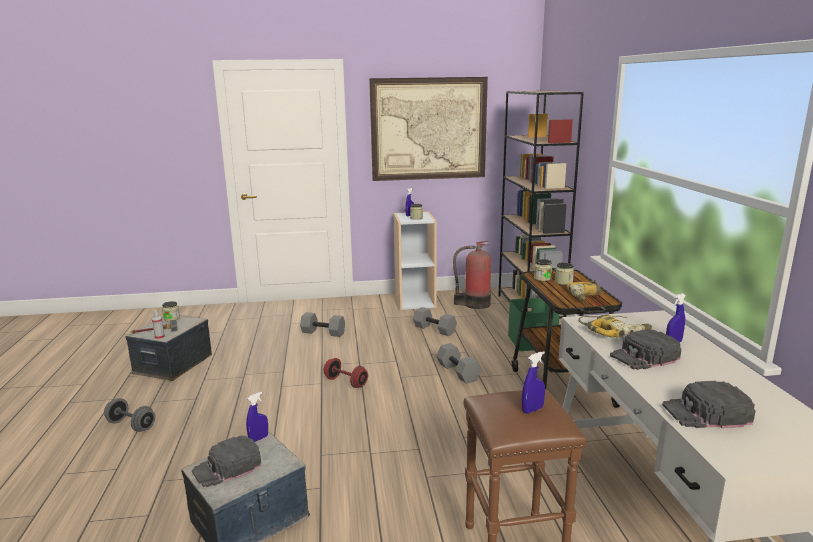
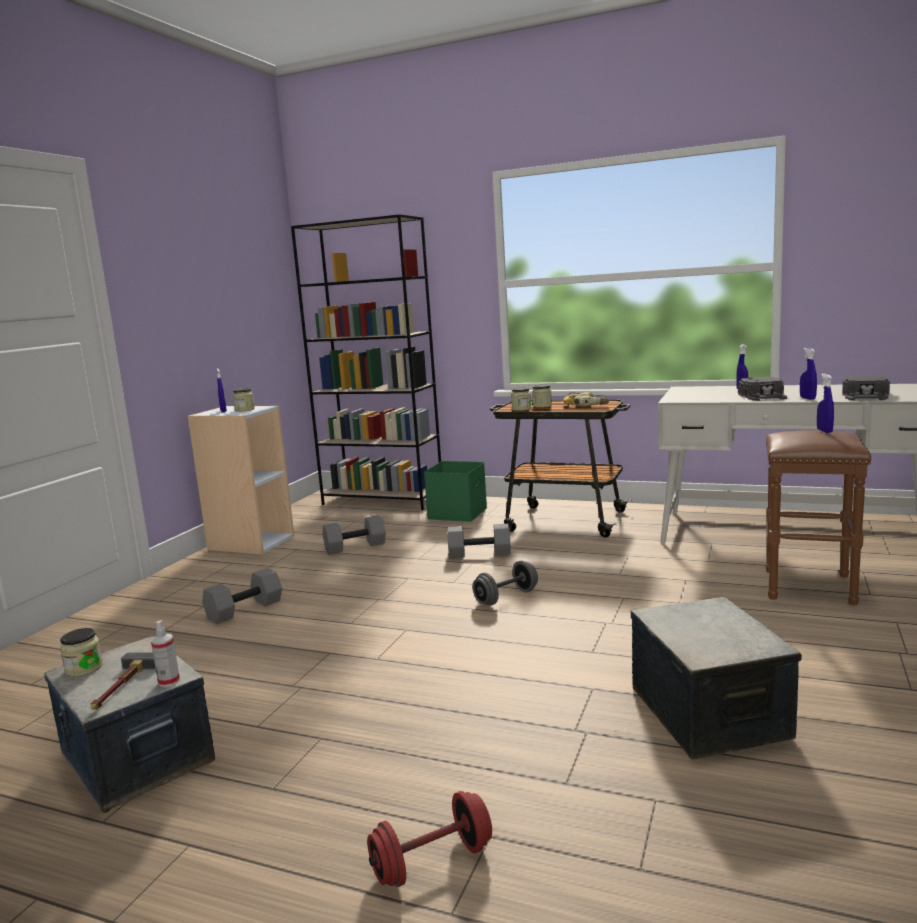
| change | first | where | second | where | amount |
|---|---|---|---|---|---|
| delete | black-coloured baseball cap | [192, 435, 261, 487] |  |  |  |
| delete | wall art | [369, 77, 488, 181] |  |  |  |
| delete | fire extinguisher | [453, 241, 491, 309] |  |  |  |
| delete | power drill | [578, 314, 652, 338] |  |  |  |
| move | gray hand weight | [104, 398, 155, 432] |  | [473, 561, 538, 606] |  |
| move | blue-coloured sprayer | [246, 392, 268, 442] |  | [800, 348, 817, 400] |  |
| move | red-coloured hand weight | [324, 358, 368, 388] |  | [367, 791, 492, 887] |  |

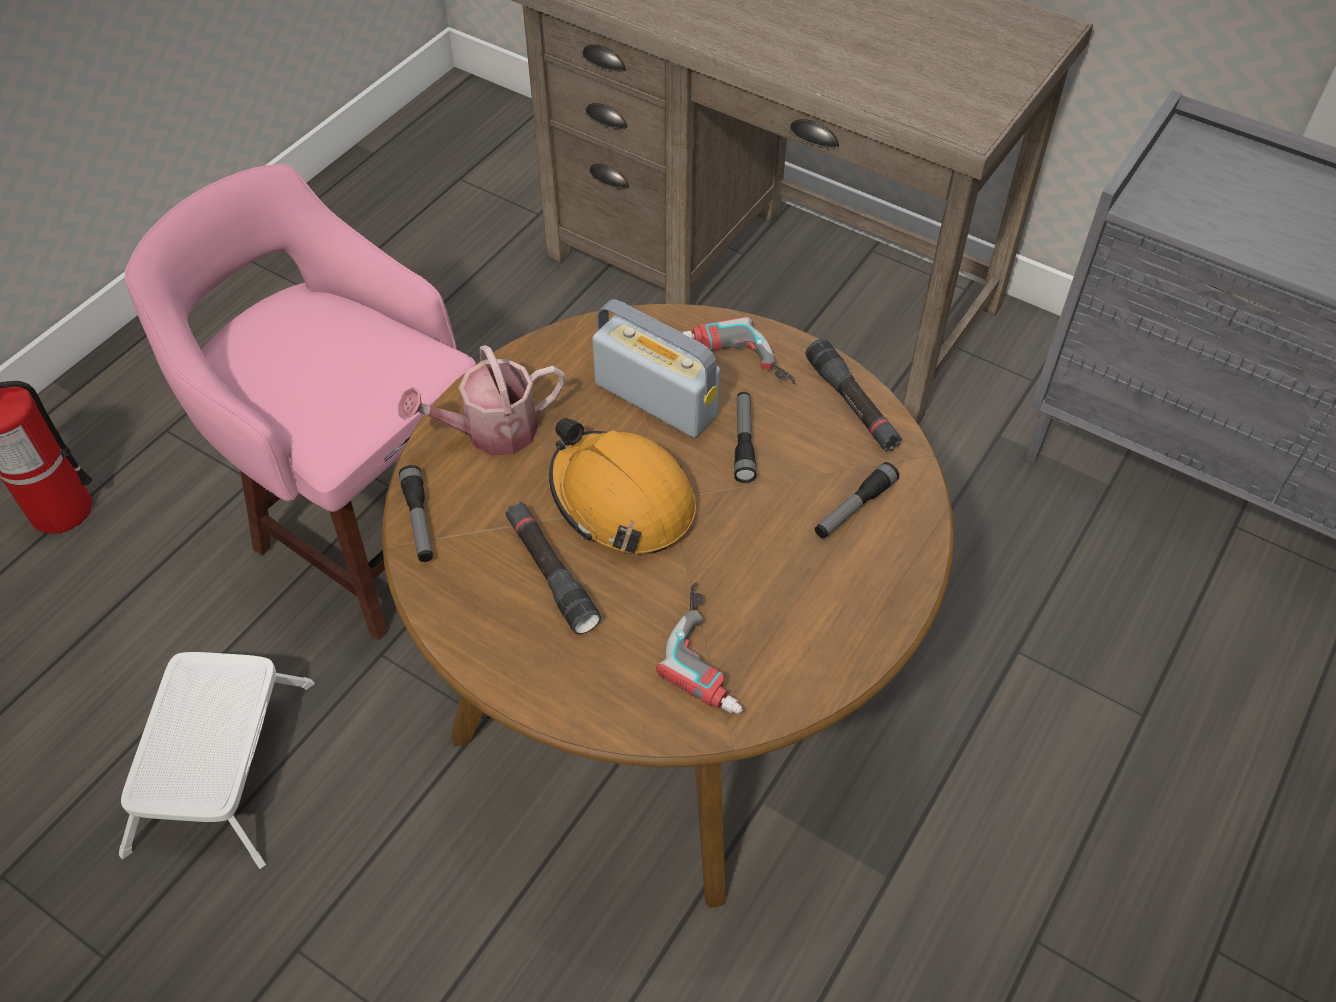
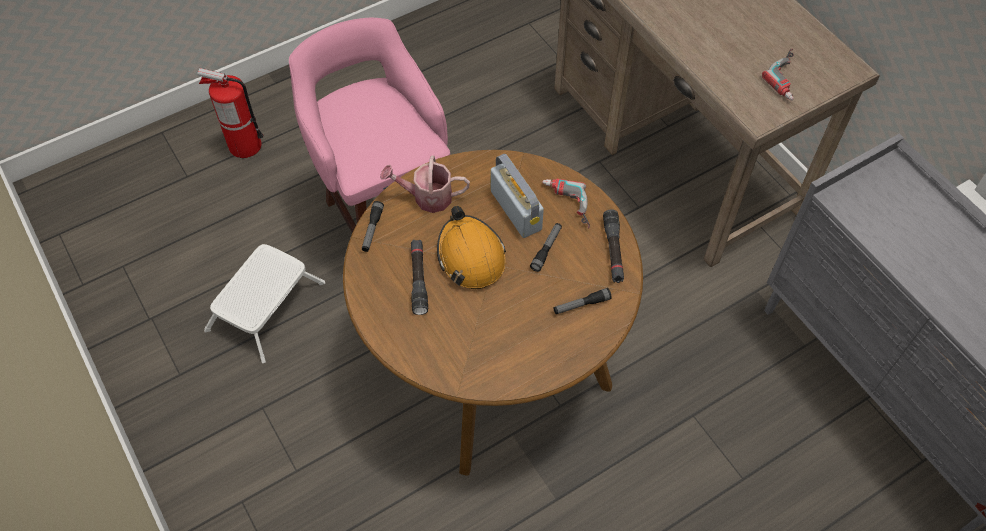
| change | first | where | second | where | amount |
|---|---|---|---|---|---|
| move | power drill | [656, 582, 743, 714] |  | [762, 49, 794, 100] |  |

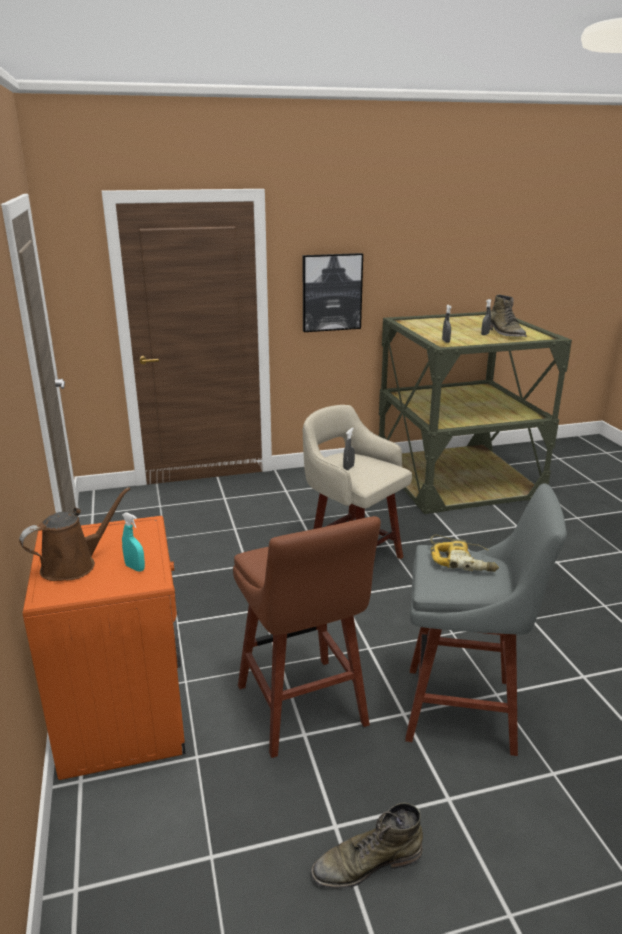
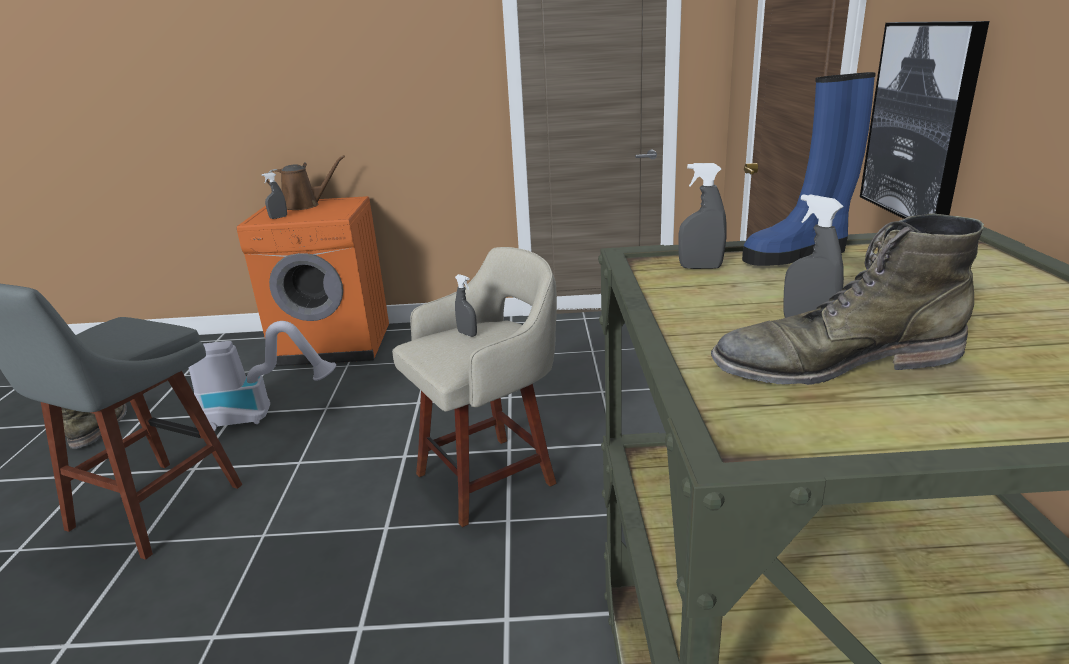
| change | first | where | second | where | amount |
|---|---|---|---|---|---|
| delete | power drill | [430, 535, 499, 572] |  |  |  |
| insert |  |  | blue-coloured tall boot | [742, 72, 876, 266] |  |
| replace | brownish sitting stool | [233, 516, 381, 758] | hoover | [188, 321, 336, 431] |  |
| recolor | blue-green sprayer | [122, 512, 145, 571] | gray sprayer | [261, 172, 287, 219] |  |
| rotate | brownish sprinkling can | [19, 487, 130, 581] |  | [266, 155, 345, 210] | 75 degrees counterclockwise |

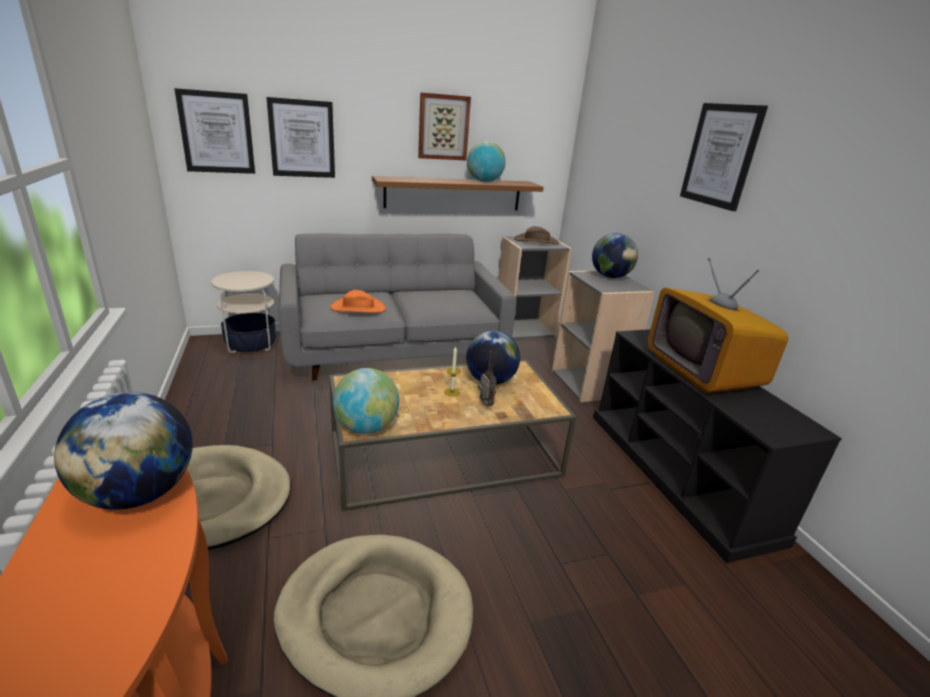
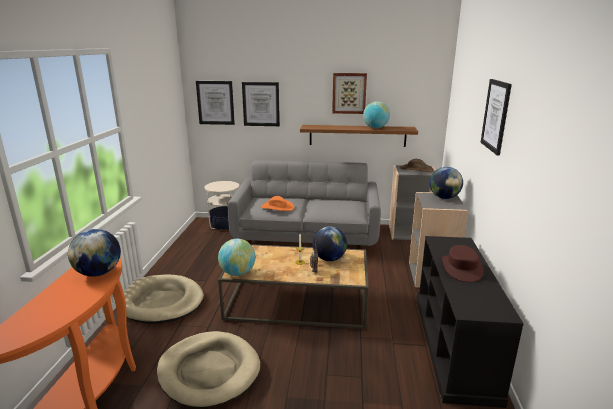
| change | first | where | second | where | amount |
|---|---|---|---|---|---|
| replace | television | [648, 258, 788, 394] | brownish clothing hat | [442, 245, 484, 282] |  |

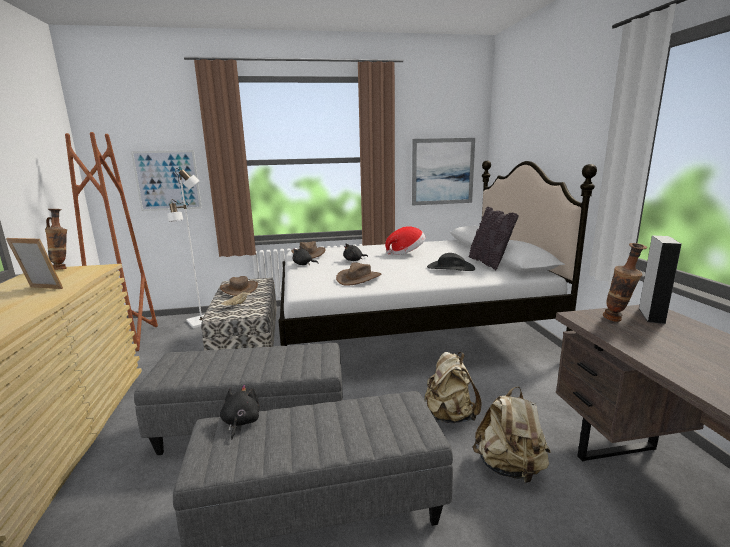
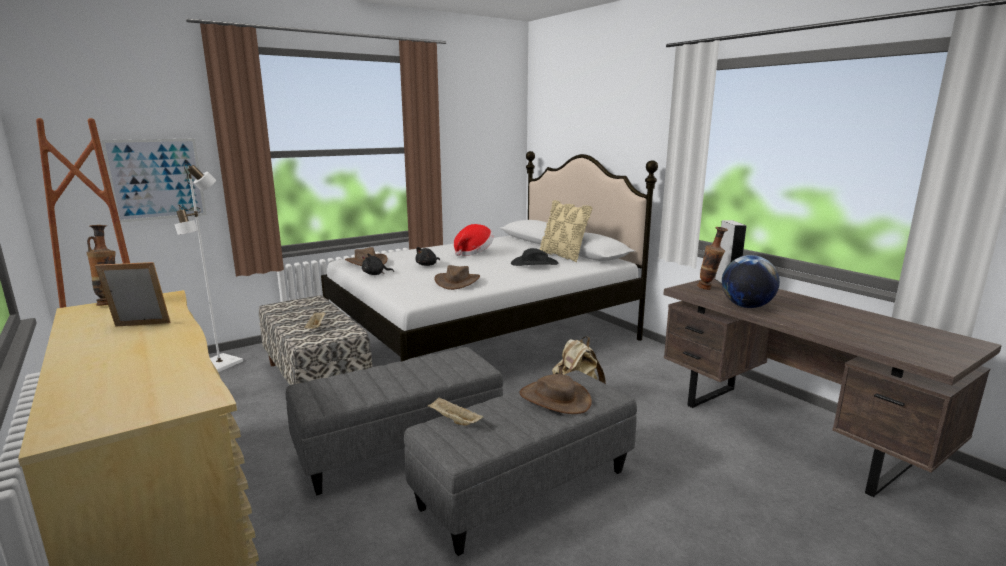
| change | first | where | second | where | amount |
|---|---|---|---|---|---|
| delete | wall art | [412, 138, 475, 206] |  |  |  |
| delete | sand-coloured backpack | [472, 387, 551, 484] |  |  |  |
| insert |  |  | globe | [722, 255, 780, 308] |  |
| move | brownish clothing hat | [220, 276, 258, 296] |  | [519, 374, 592, 414] |  |
| replace | black-coloured cuddly toy | [220, 385, 260, 440] | sand-coloured tray | [428, 397, 483, 426] |  |
| recolor | black-coloured cushion | [469, 207, 519, 271] | sand-coloured cushion | [540, 200, 593, 262] |  |

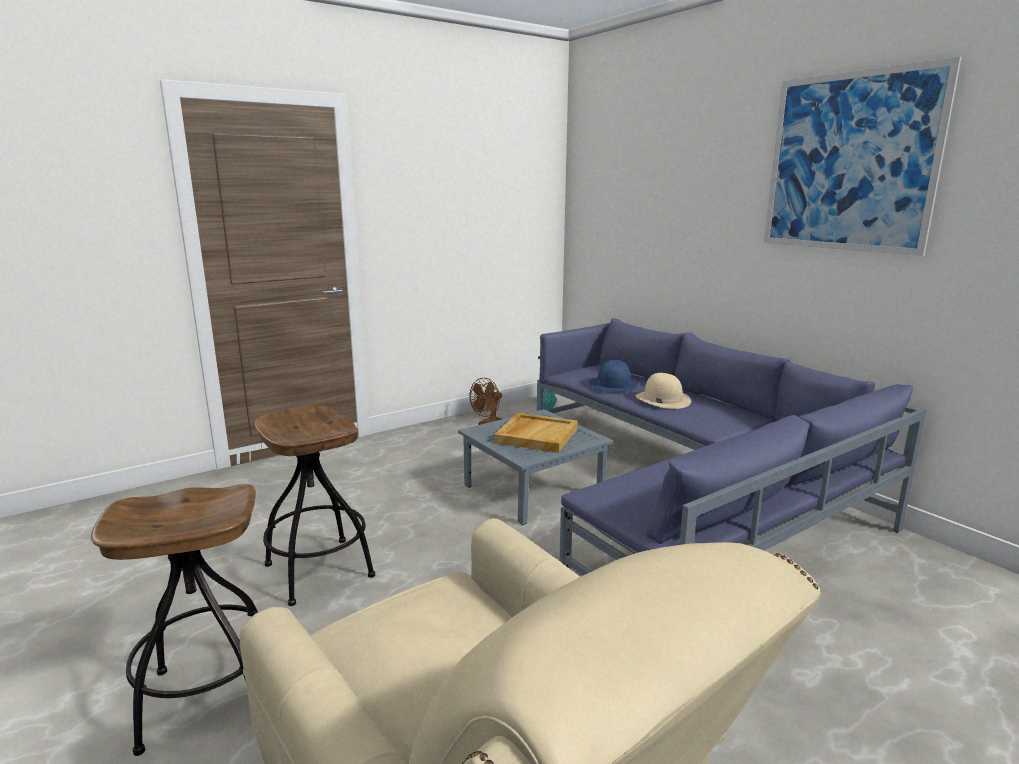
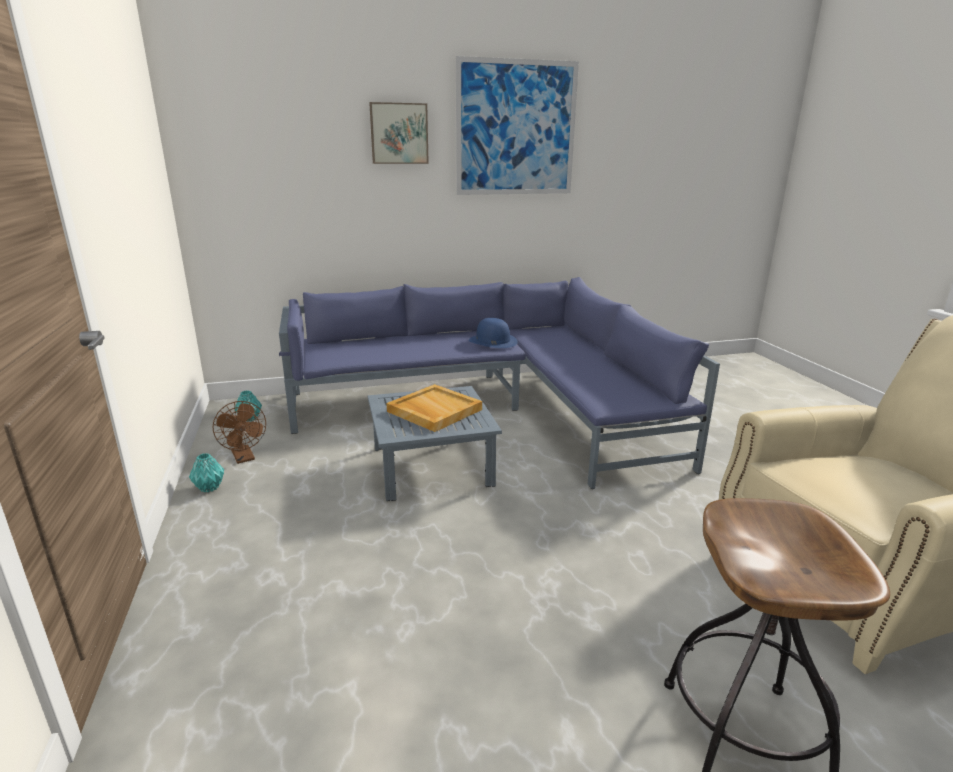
| change | first | where | second | where | amount |
|---|---|---|---|---|---|
| delete | brownish sitting stool | [255, 405, 375, 606] |  |  |  |
| delete | sand-coloured clothing hat | [636, 373, 691, 409] |  |  |  |
| insert |  |  | blue-green decorative vase | [189, 453, 224, 492] |  |
| insert |  |  | wall art | [369, 102, 429, 164] |  |
| move | blue-coloured clothing hat | [589, 360, 639, 393] |  | [469, 318, 518, 348] |  |

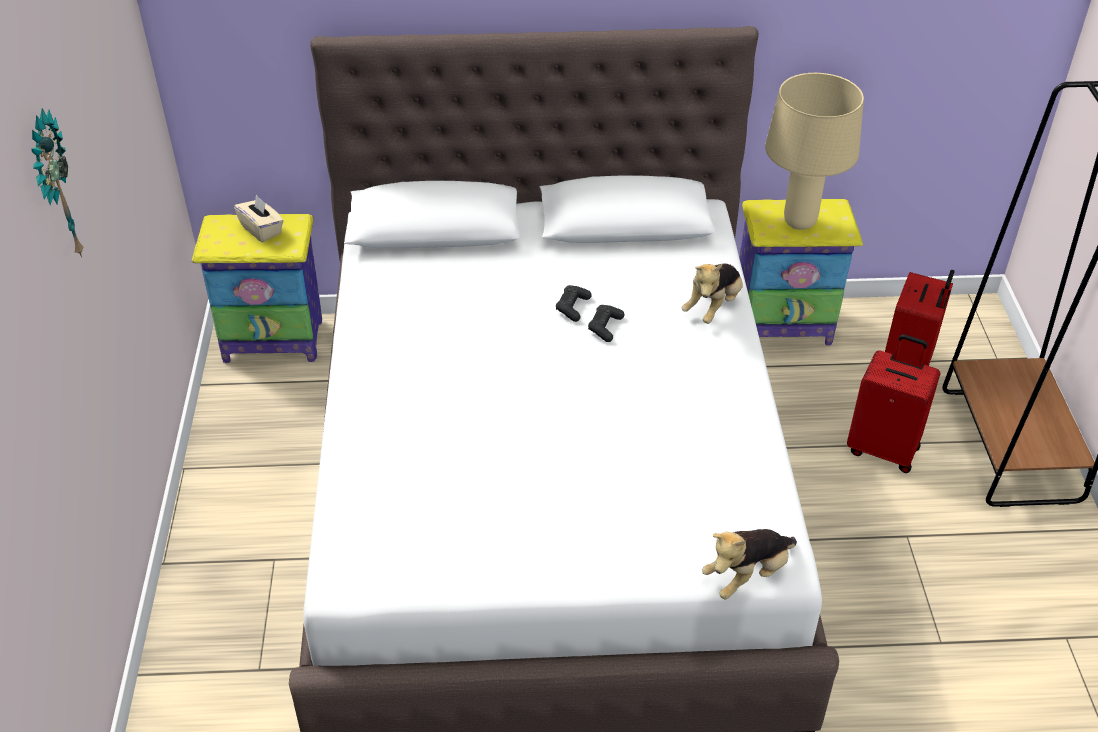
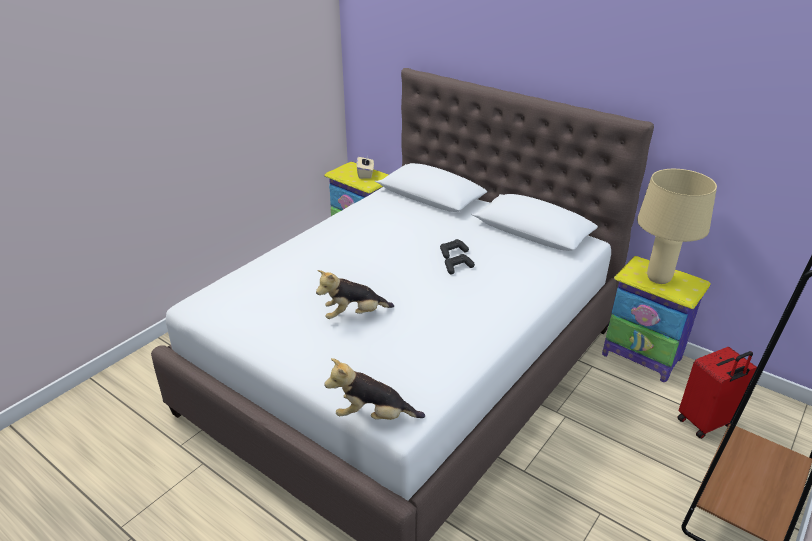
| change | first | where | second | where | amount |
|---|---|---|---|---|---|
| delete | hanging clock | [32, 108, 84, 258] |  |  |  |
| delete | red-coloured suitcase | [847, 334, 940, 473] |  |  |  |
| move | cuddly toy | [682, 263, 743, 324] |  | [316, 270, 394, 319] |  |

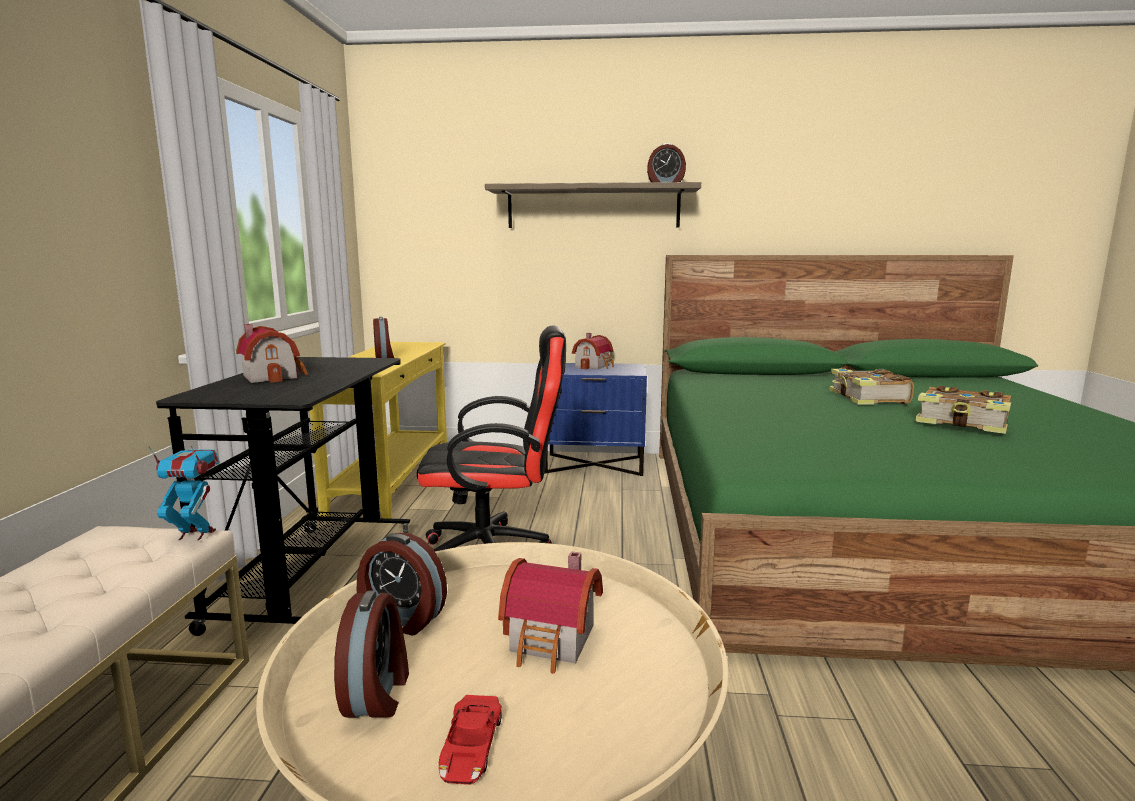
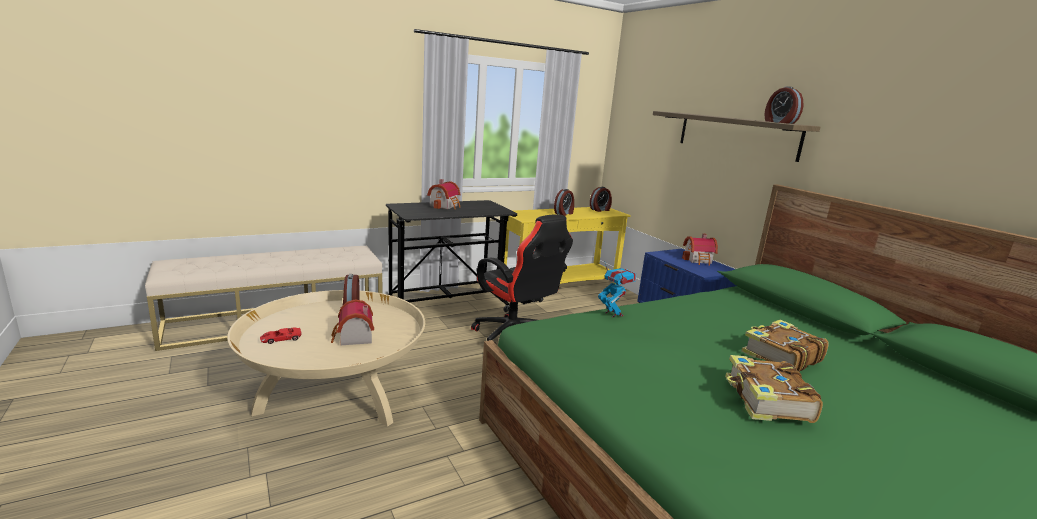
| change | first | where | second | where | amount |
|---|---|---|---|---|---|
| move | toy robot | [148, 446, 220, 541] |  | [598, 261, 636, 317] |  |
| move | table clock | [334, 591, 409, 718] |  | [590, 187, 612, 212] |  |

